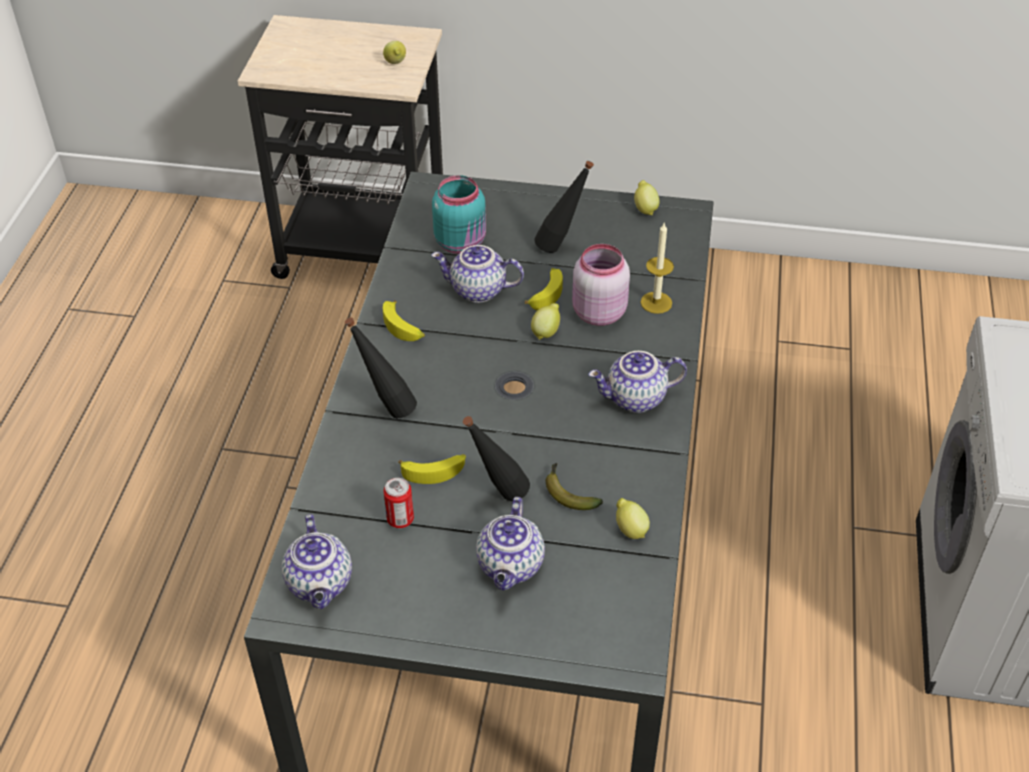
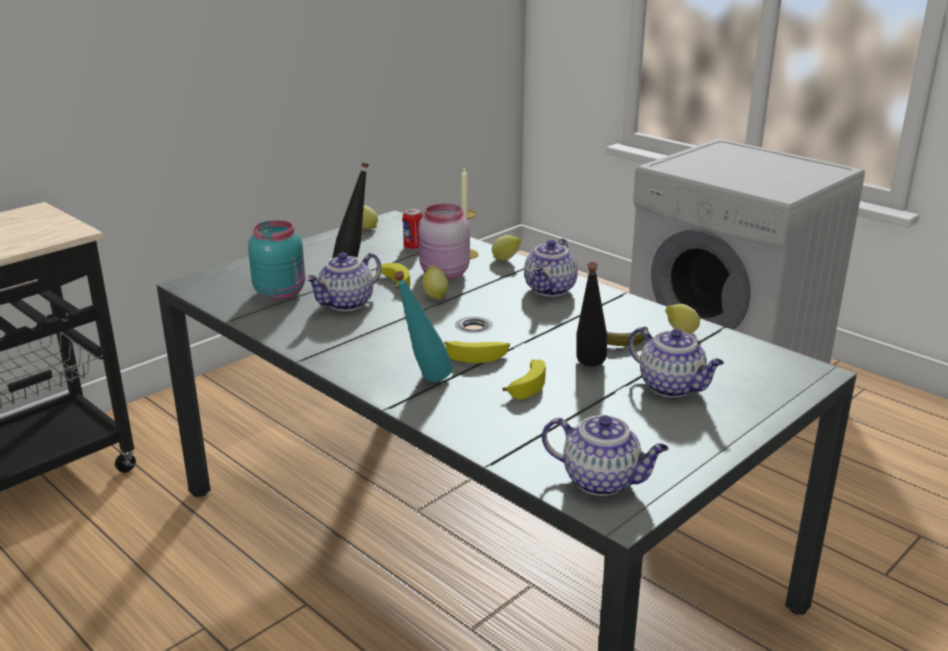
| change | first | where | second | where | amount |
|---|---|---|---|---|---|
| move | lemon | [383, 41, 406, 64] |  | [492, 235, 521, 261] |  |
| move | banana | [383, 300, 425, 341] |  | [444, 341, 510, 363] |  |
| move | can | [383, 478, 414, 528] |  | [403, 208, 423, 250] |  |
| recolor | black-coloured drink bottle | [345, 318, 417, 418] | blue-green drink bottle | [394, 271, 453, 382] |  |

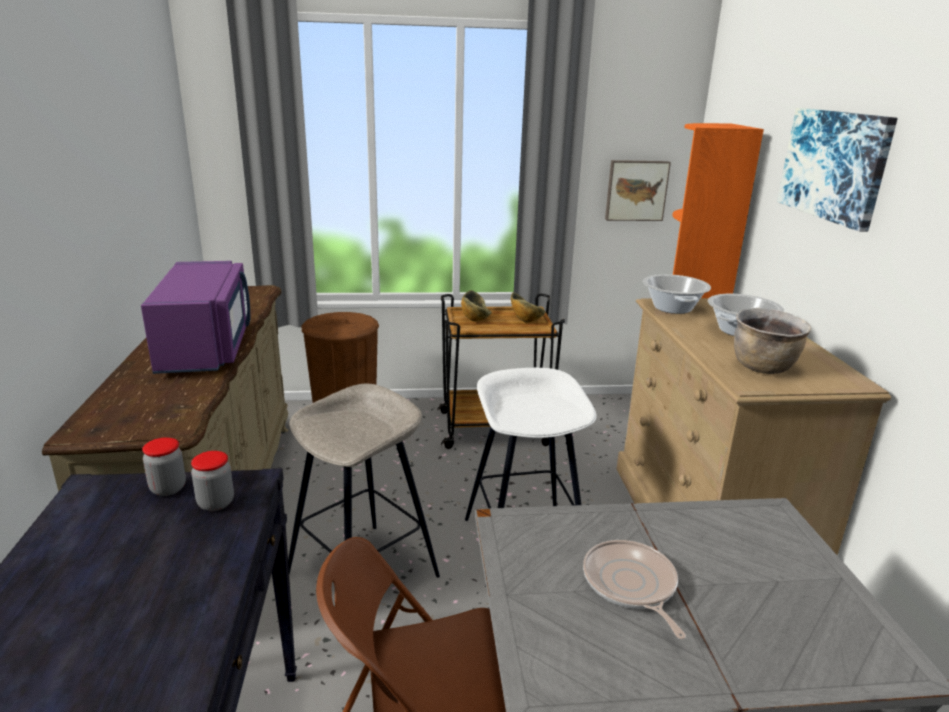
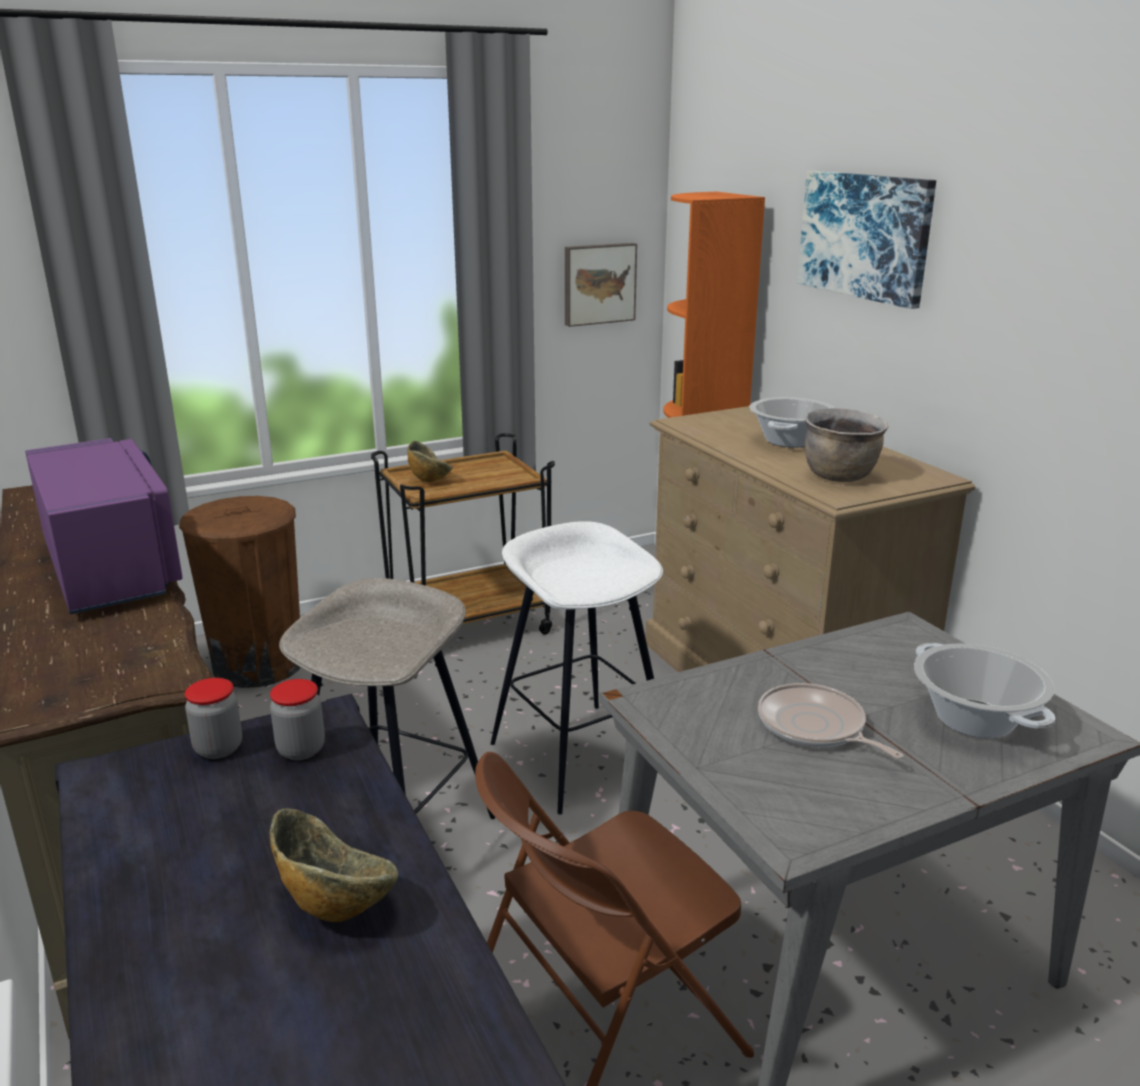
| change | first | where | second | where | amount |
|---|---|---|---|---|---|
| move | serving bowl | [511, 292, 545, 323] |  | [270, 809, 398, 922] |  |
| move | cooking pot | [643, 274, 711, 314] |  | [914, 643, 1056, 738] |  |

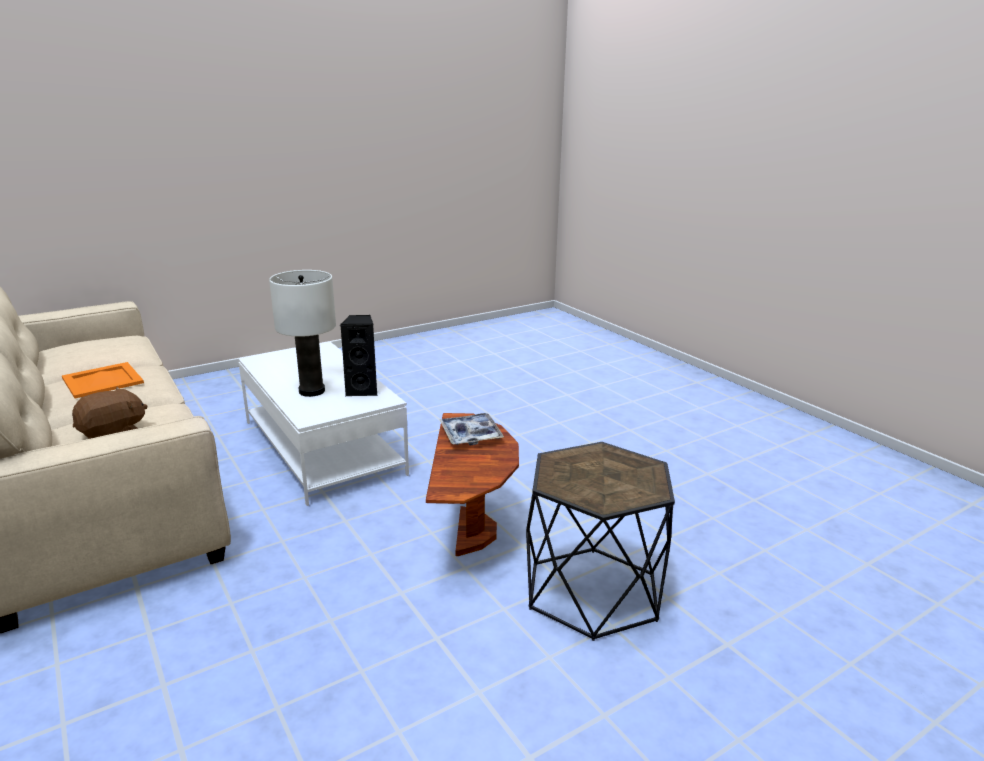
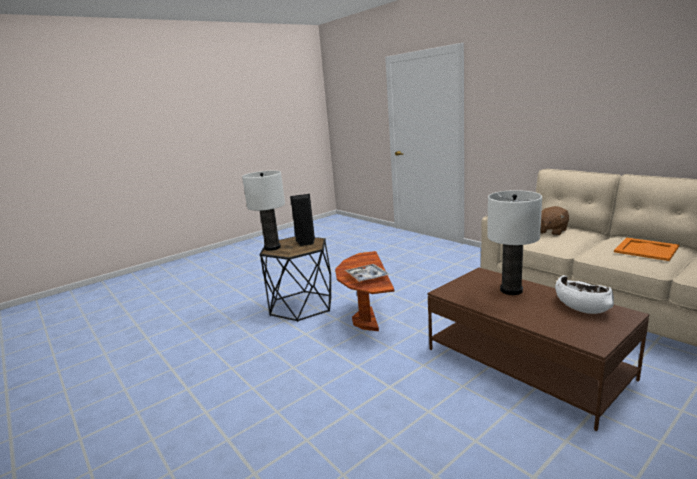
| change | first | where | second | where | amount |
|---|---|---|---|---|---|
| insert |  |  | whitish tabletop lamp | [242, 170, 285, 251] |  |
| insert |  |  | whitish serving bowl | [555, 275, 614, 314] |  |
| move | black-coloured audio speaker | [340, 315, 377, 396] |  | [290, 194, 315, 246] |  |
| recolor | whitish lounge table | [238, 341, 409, 506] | brownish lounge table | [427, 267, 650, 431] |  |

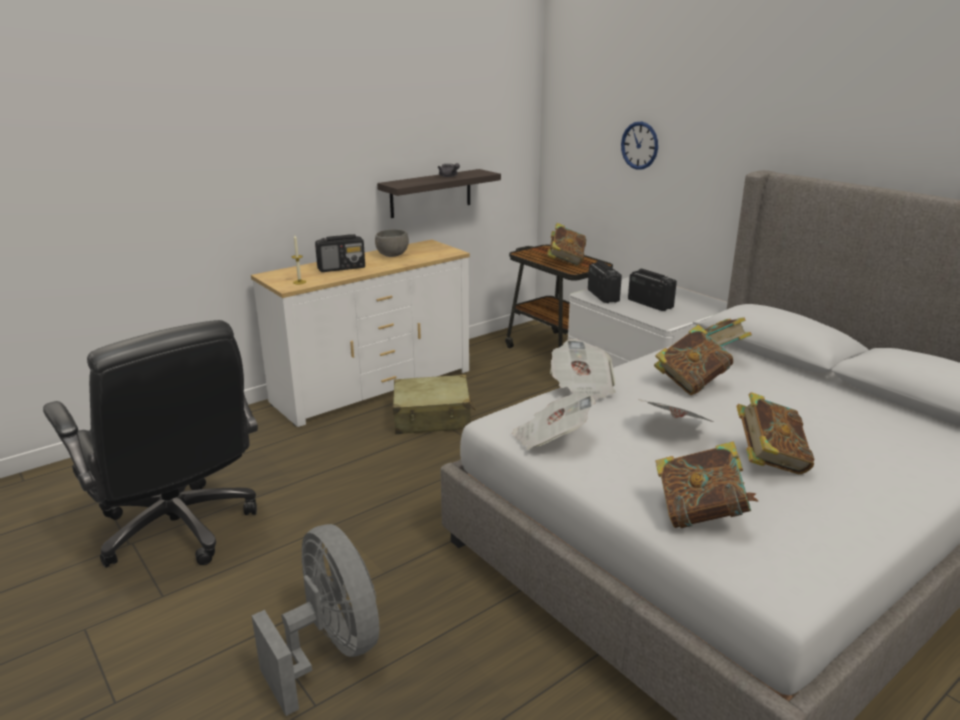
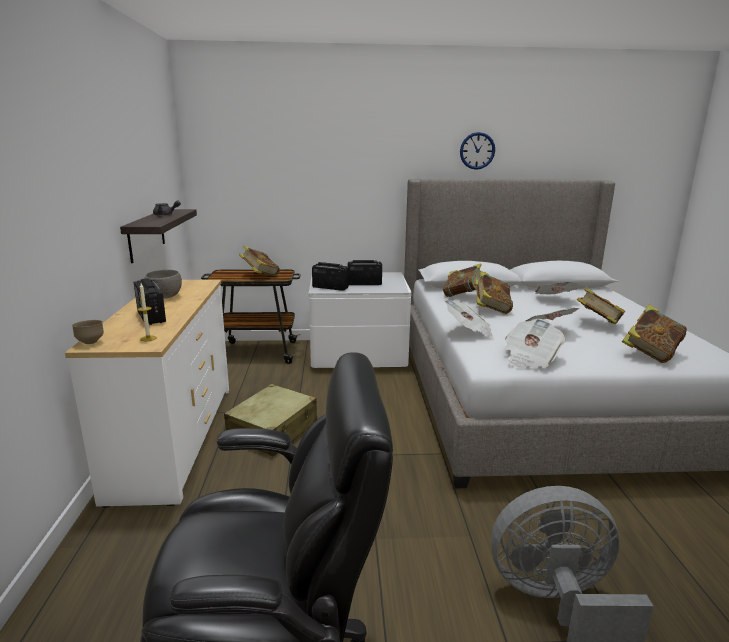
| change | first | where | second | where | amount |
|---|---|---|---|---|---|
| insert |  |  | brownish serving bowl | [72, 320, 104, 344] |  |
| insert |  |  | daily paper | [535, 282, 579, 294] |  |
| move | hanging clock | [621, 121, 658, 170] |  | [460, 132, 495, 170] |  |
| rotate | radio receiver | [315, 234, 365, 272] |  | [134, 278, 166, 325] | 135 degrees clockwise |

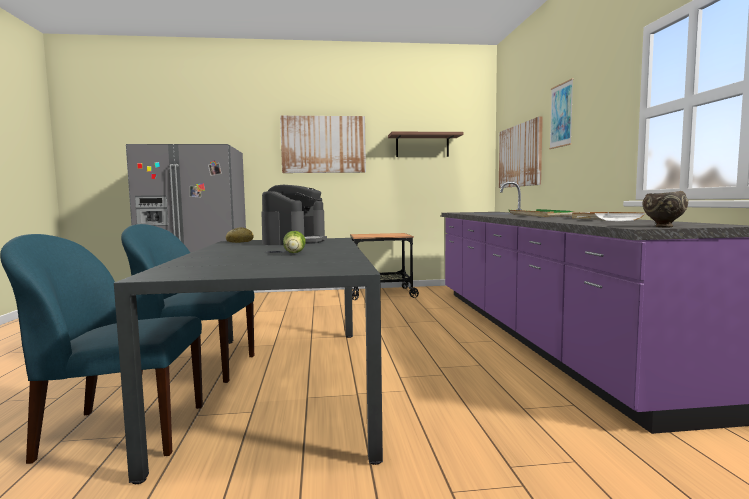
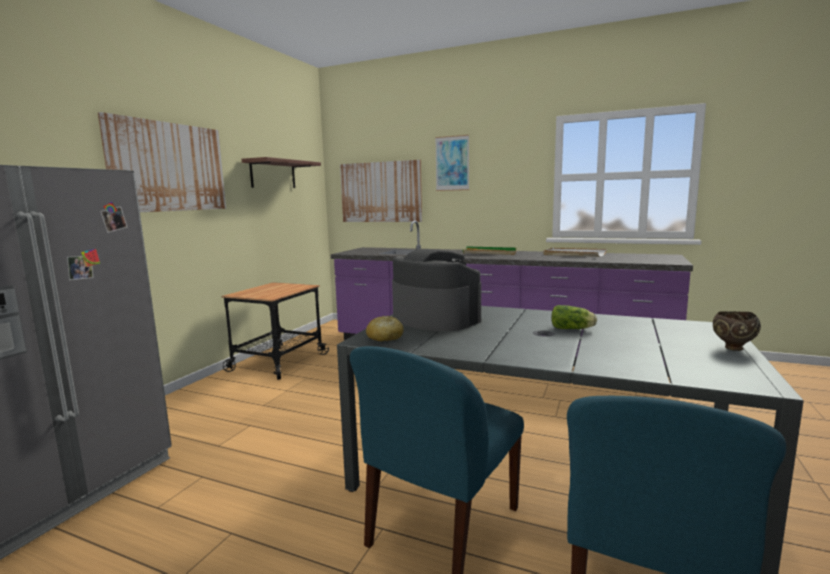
| change | first | where | second | where | amount |
|---|---|---|---|---|---|
| move | brownish serving bowl | [642, 191, 688, 227] |  | [713, 311, 761, 351] |  |

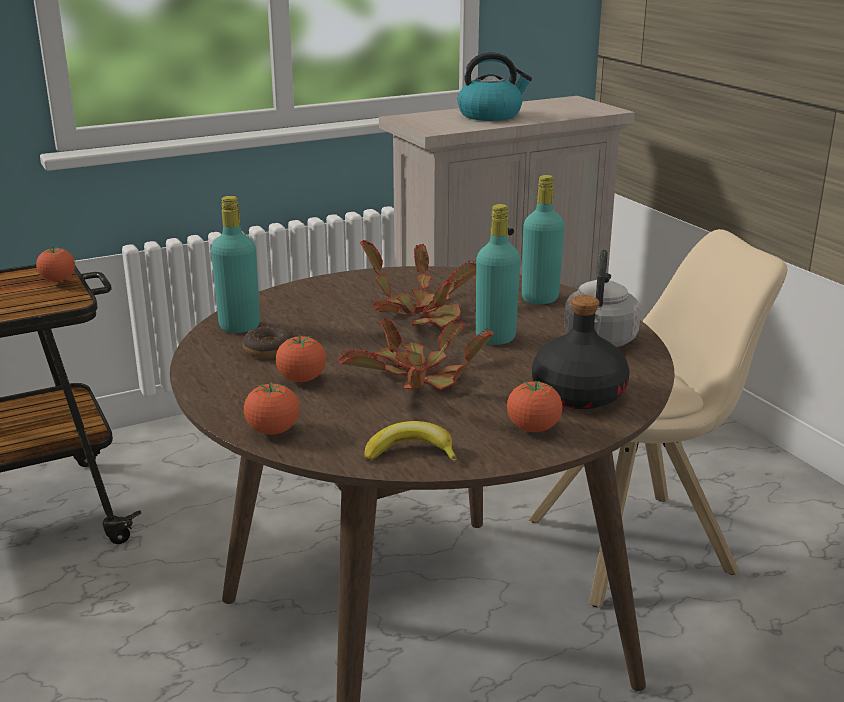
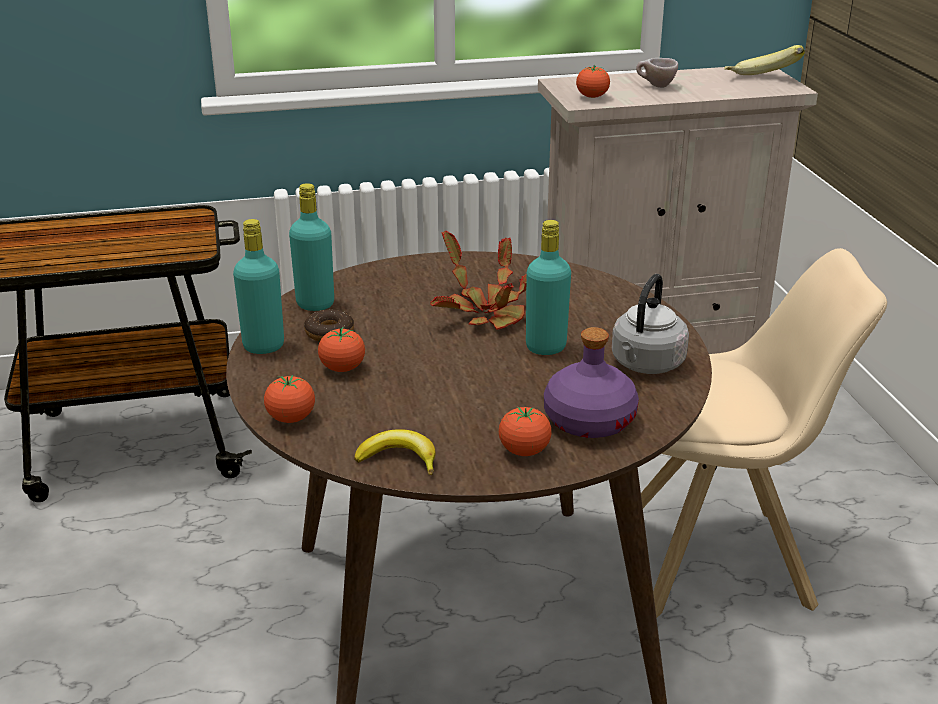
| change | first | where | second | where | amount |
|---|---|---|---|---|---|
| delete | potted plant | [338, 318, 494, 390] |  |  |  |
| insert |  |  | banana | [724, 45, 805, 75] |  |
| move | fresh tomato | [36, 247, 75, 281] |  | [576, 65, 610, 98] |  |
| move | blue-green drink bottle | [522, 175, 564, 304] |  | [233, 219, 284, 354] |  |
| replace | tea kettle | [458, 52, 532, 121] | sand-coloured small cup | [636, 58, 678, 88] |  |
| recolor | black-coloured drink bottle | [532, 295, 630, 409] | purple drink bottle | [544, 327, 639, 438] |  |

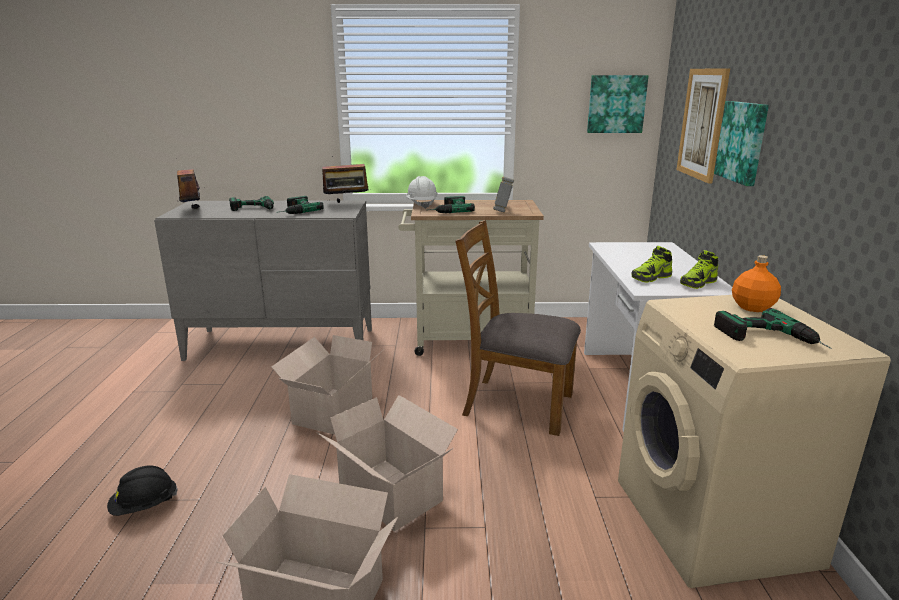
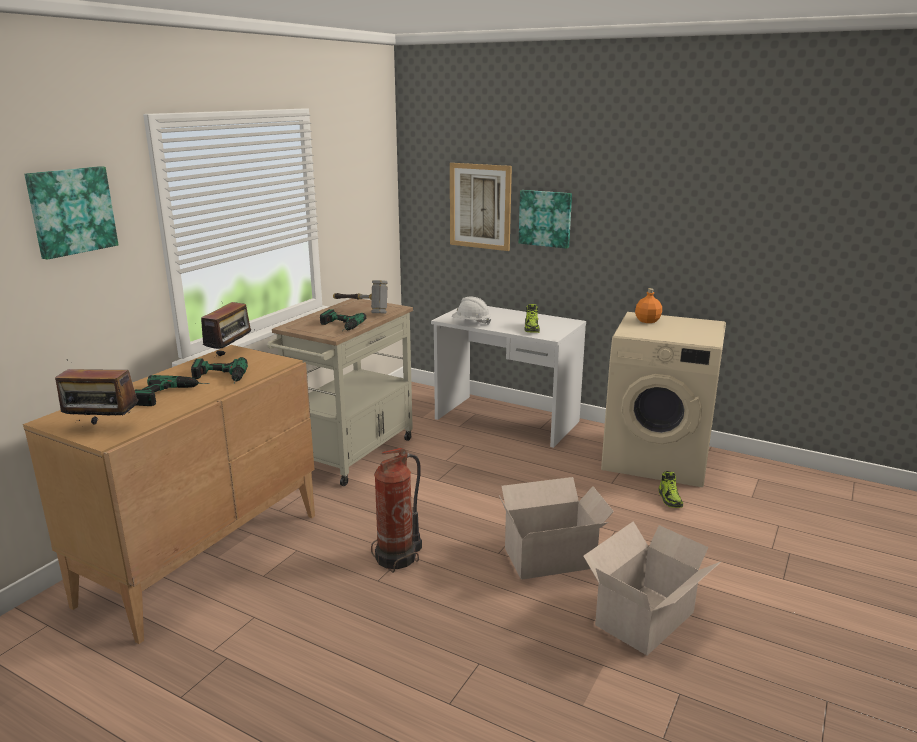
| change | first | where | second | where | amount |
|---|---|---|---|---|---|
| delete | black-coloured hard hat | [107, 465, 178, 516] |  |  |  |
| delete | brownish upright chair | [455, 220, 581, 436] |  |  |  |
| delete | power drill | [714, 308, 832, 349] |  |  |  |
| move | whitish hard hat | [406, 176, 438, 209] |  | [452, 297, 491, 325] |  |
| move | wall art | [587, 75, 648, 133] |  | [25, 166, 118, 260] |  |
| move | low shoe | [680, 250, 718, 289] |  | [658, 471, 683, 508] |  |
| replace | carton | [271, 335, 384, 435] | fire extinguisher | [371, 448, 422, 573] |  |
| recolor | gray storage cabinet | [154, 200, 372, 361] | brownish storage cabinet | [23, 345, 315, 644] |  |

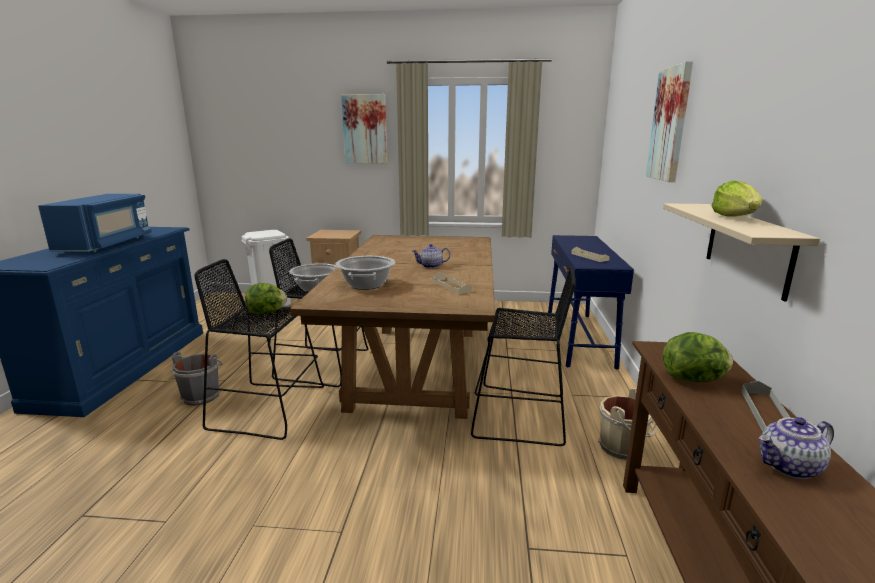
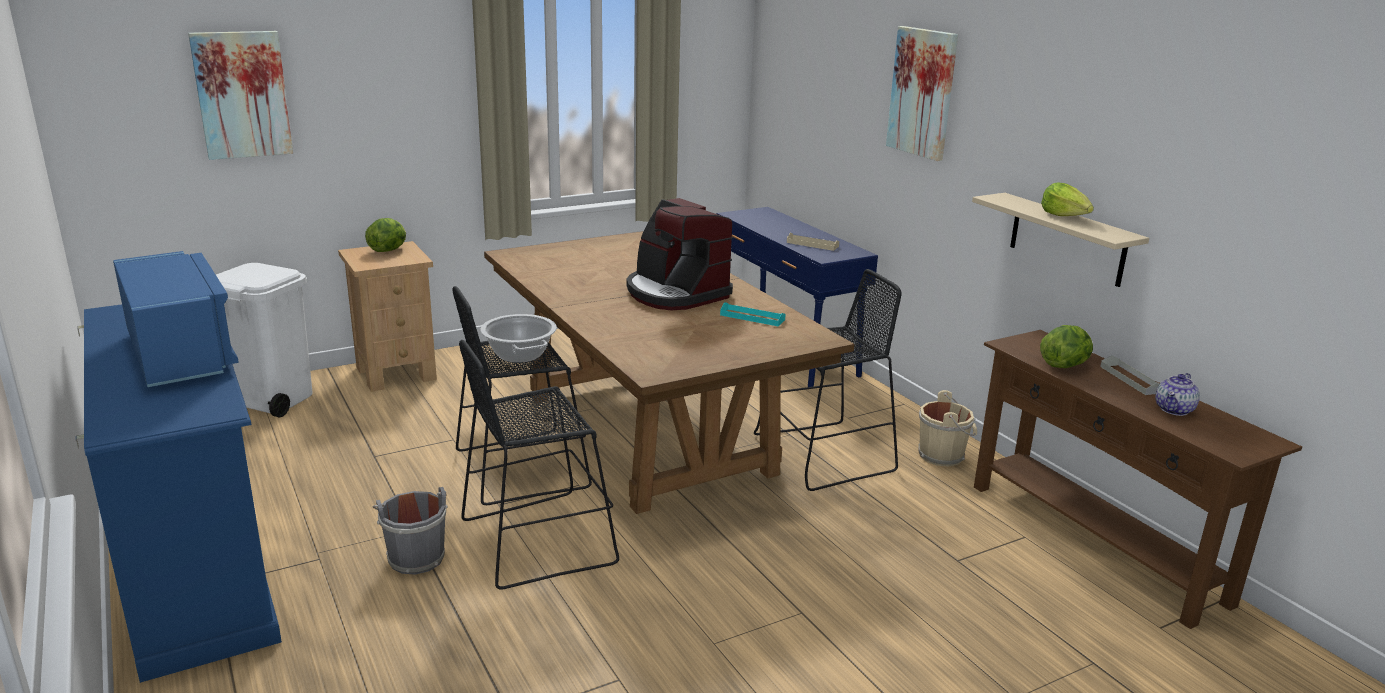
| change | first | where | second | where | amount |
|---|---|---|---|---|---|
| delete | cooking pot | [335, 256, 395, 290] |  |  |  |
| move | lettuce head | [245, 283, 287, 314] |  | [365, 218, 406, 252] |  |
| move | wall art | [341, 94, 388, 164] |  | [188, 31, 293, 160] |  |
| replace | pot for tea | [412, 244, 450, 268] | coffee maker | [626, 198, 733, 310] |  |
| recolor | sand-coloured tray | [433, 272, 472, 294] | blue-green tray | [720, 302, 786, 326] |  |

